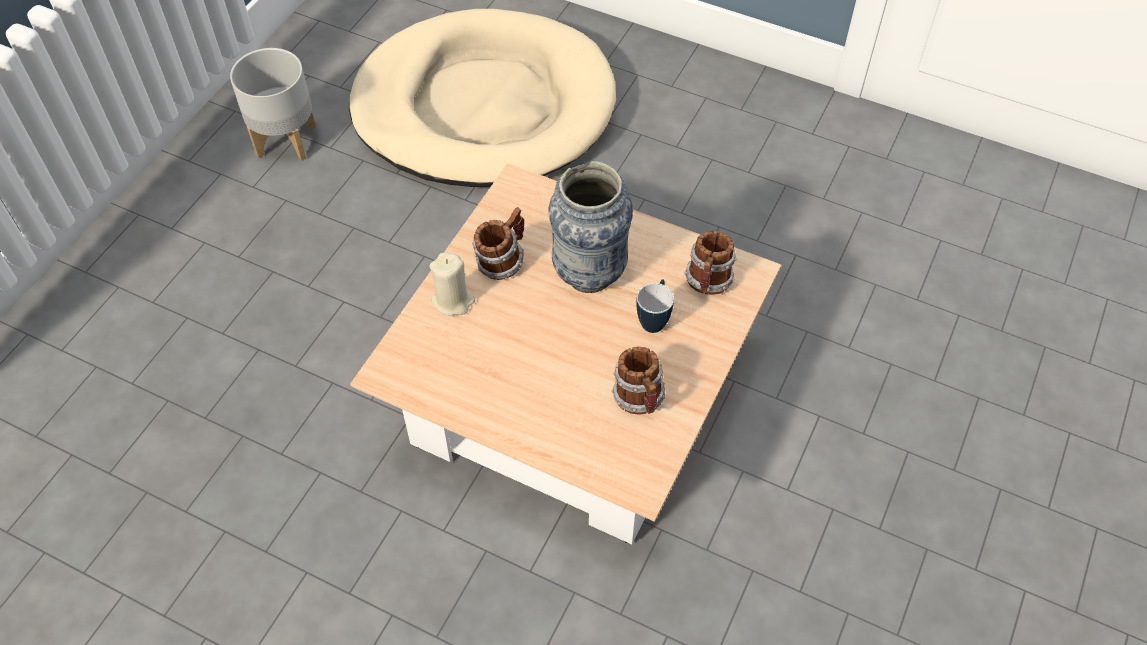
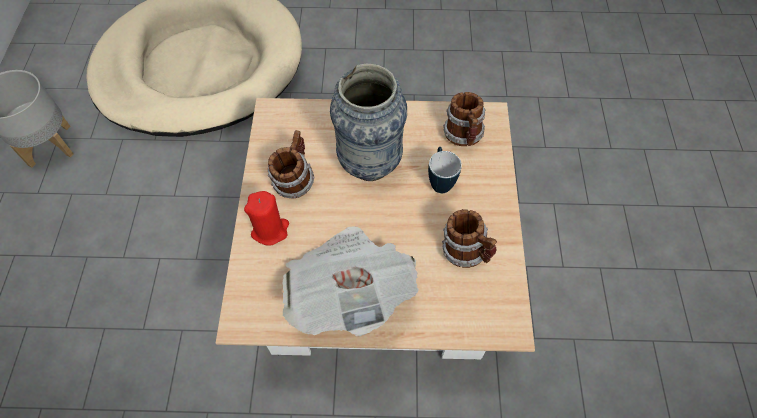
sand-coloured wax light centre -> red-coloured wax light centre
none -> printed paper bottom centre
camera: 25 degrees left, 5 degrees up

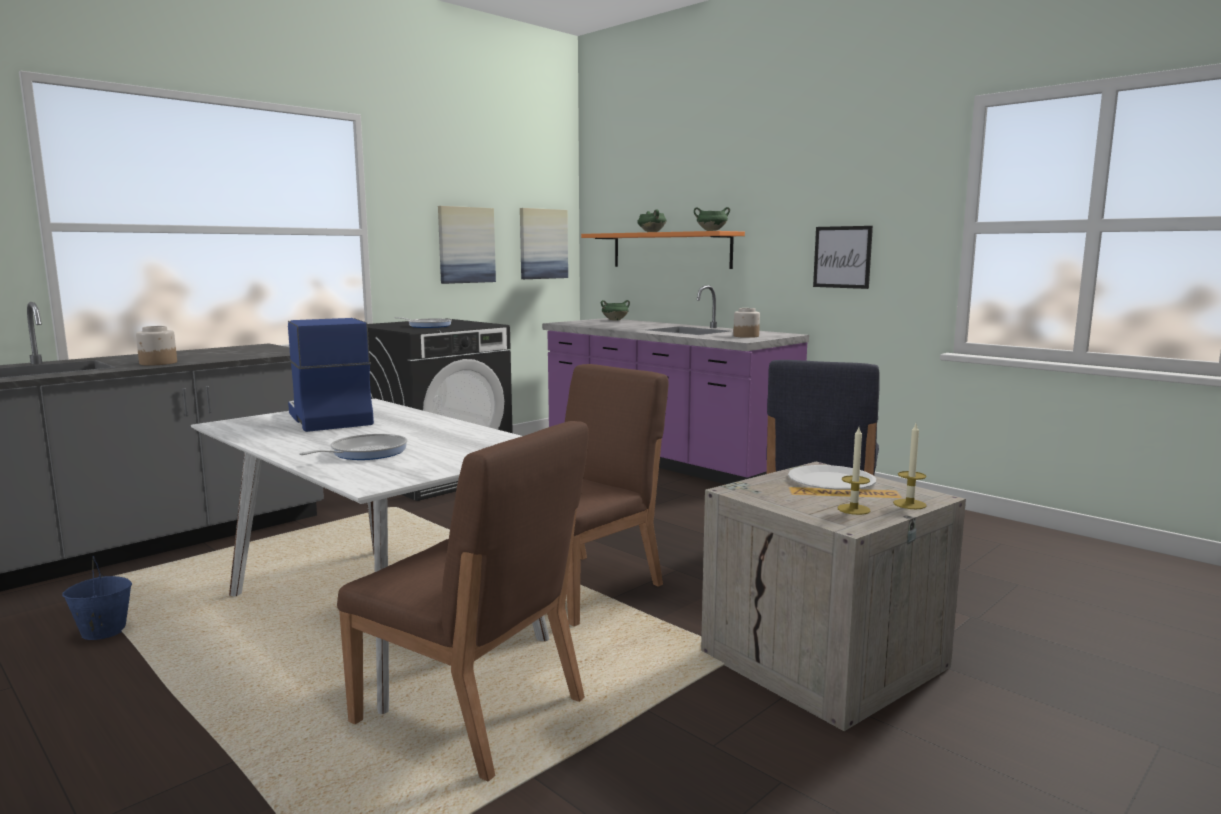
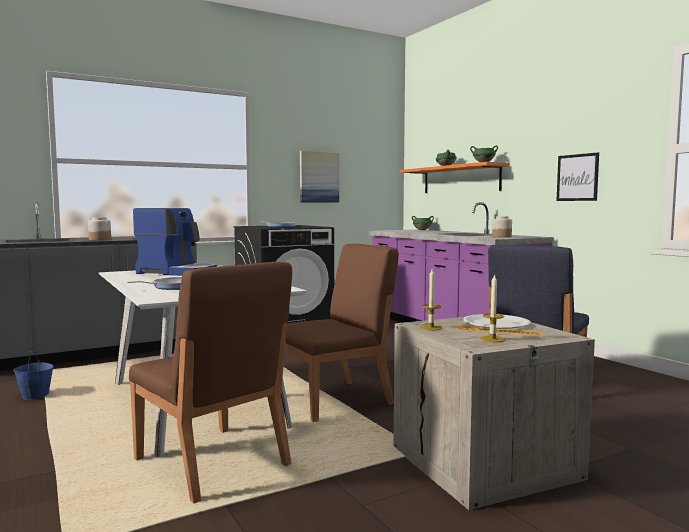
wall picture (no. 2 from left) top centre -> none
coffee maker middle left, 120 degrees clockwise
wax light (no. 2 from left in the first image) middle right -> wax light (no. 1 from left) centre, relocated
camera: 15 degrees right, 5 degrees down

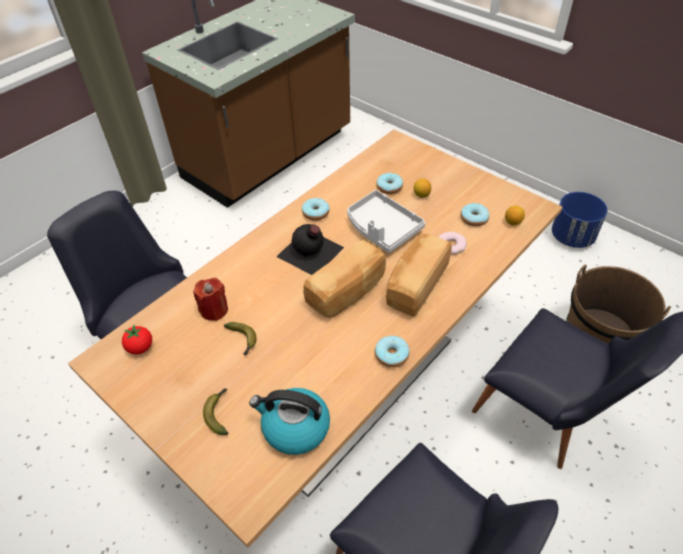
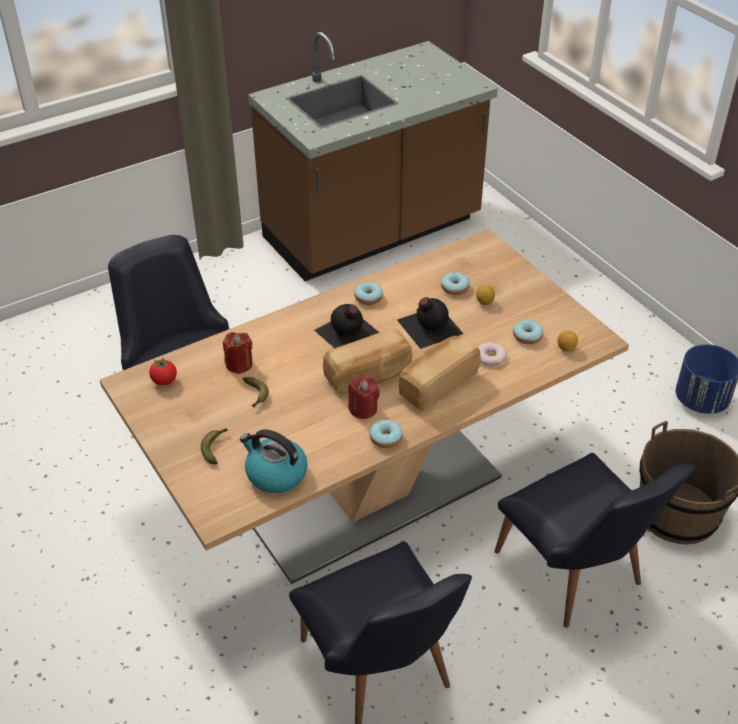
grey serving tray centre -> blackish bottle (no. 2 from left) centre
none -> red-coloured wax light (no. 2 from left) centre
camera: 15 degrees right, 5 degrees down

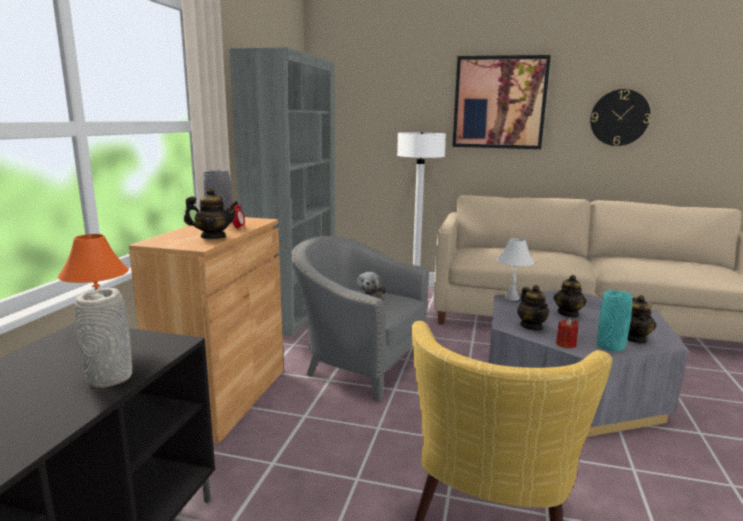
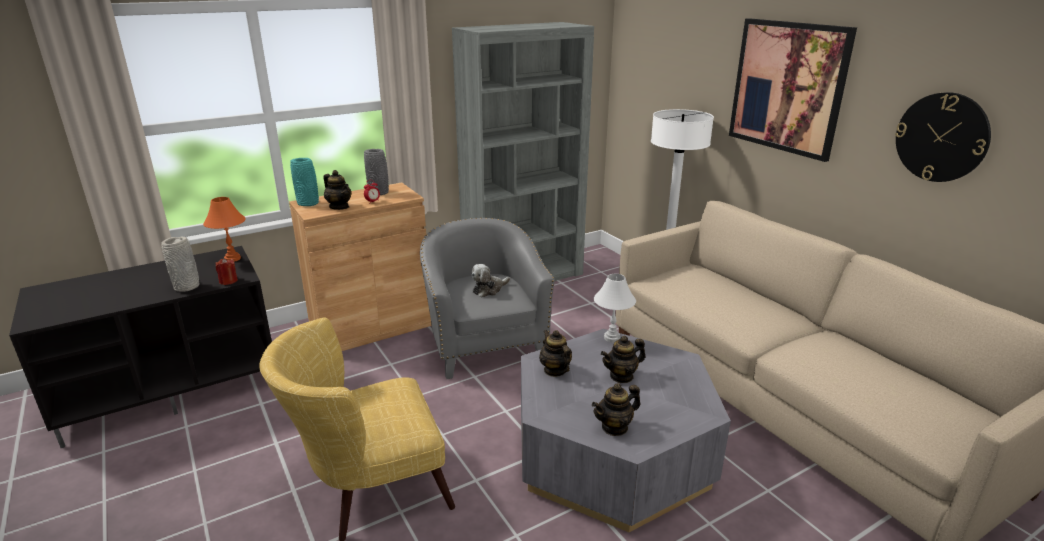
tea pot (no. 2 from left) middle right -> tea pot (no. 2 from left) centre, 120 degrees clockwise
blue-green decorative vase middle right -> blue-green decorative vase middle left, relocated
red-coloured wax light middle right -> red-coloured wax light middle left, relocated
camera: 45 degrees right, 10 degrees up

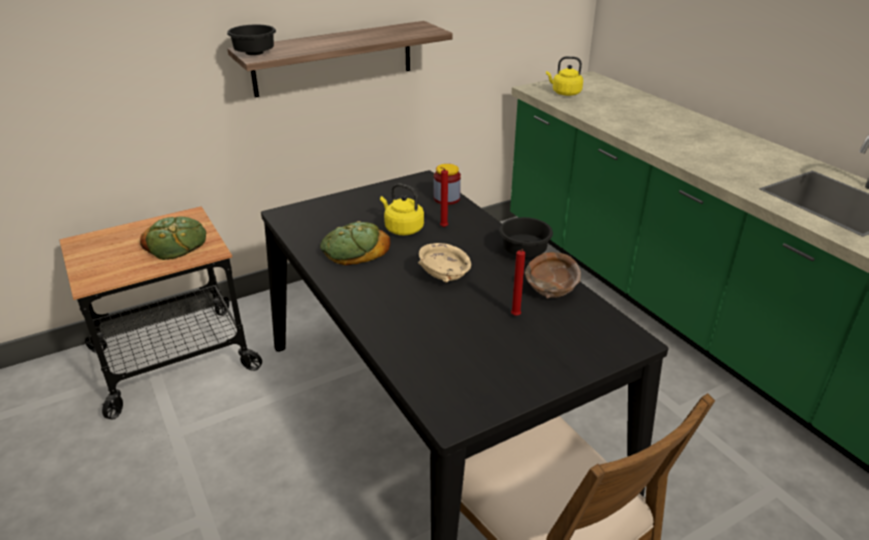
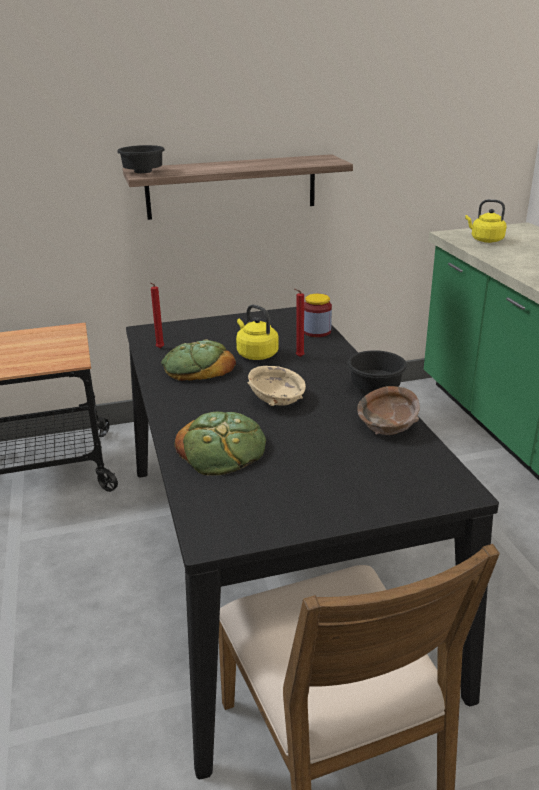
baked bread (no. 1 from left in the first image) middle left -> baked bread (no. 2 from left) centre, relocated
red-coloured wax light (no. 2 from left in the first image) centre -> red-coloured wax light (no. 1 from left) middle left, relocated
camera: 15 degrees right, 5 degrees down

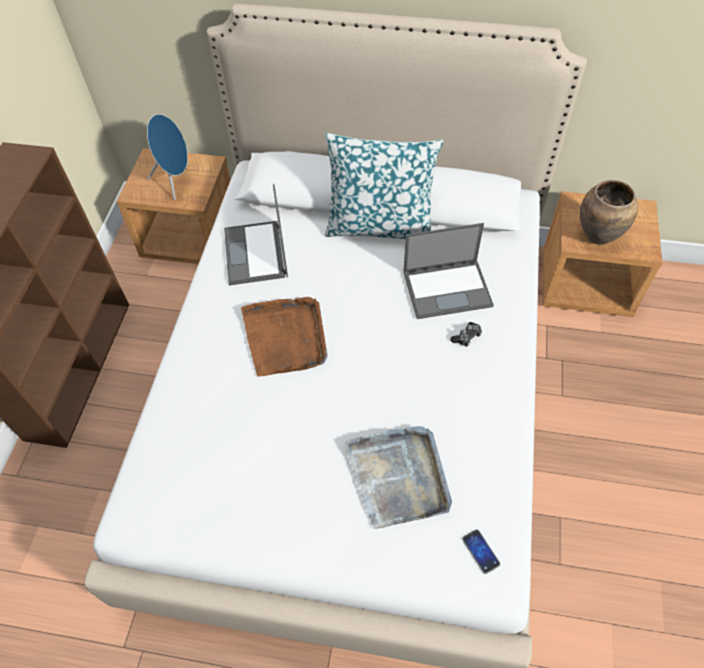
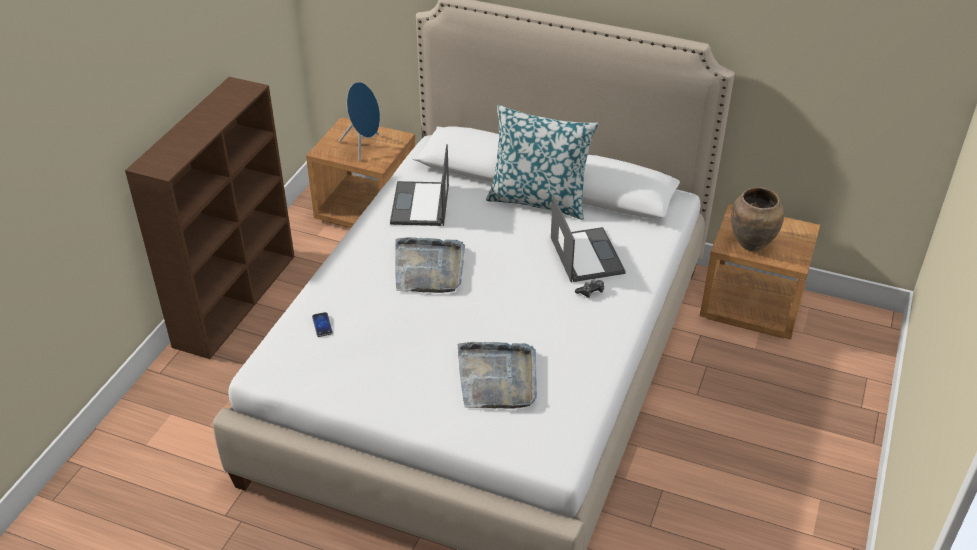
laptop (no. 2 from left) centre, 105 degrees counterclockwise
brown serving tray centre -> grey serving tray (no. 1 from left) centre
telephone bottom right -> telephone middle left, relocated
camera: 10 degrees right, 15 degrees down

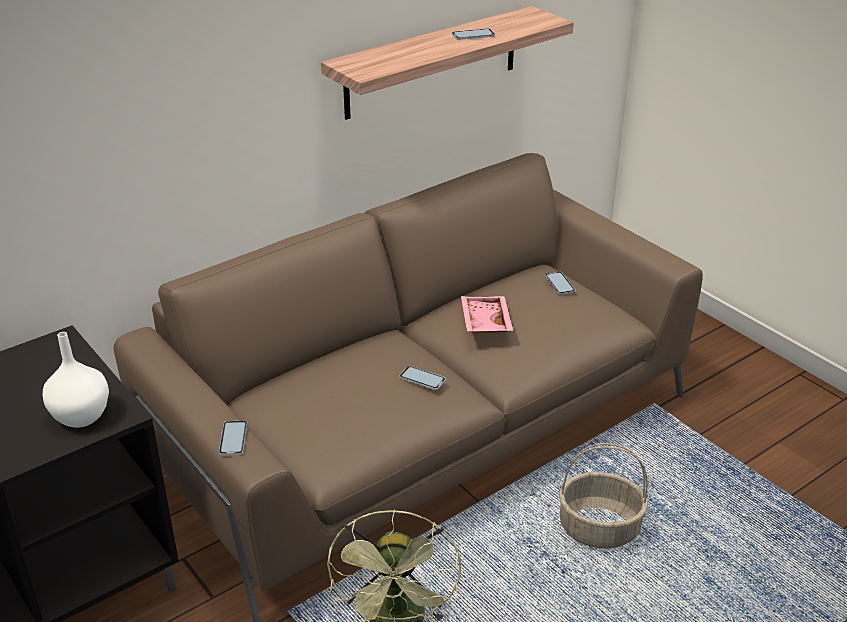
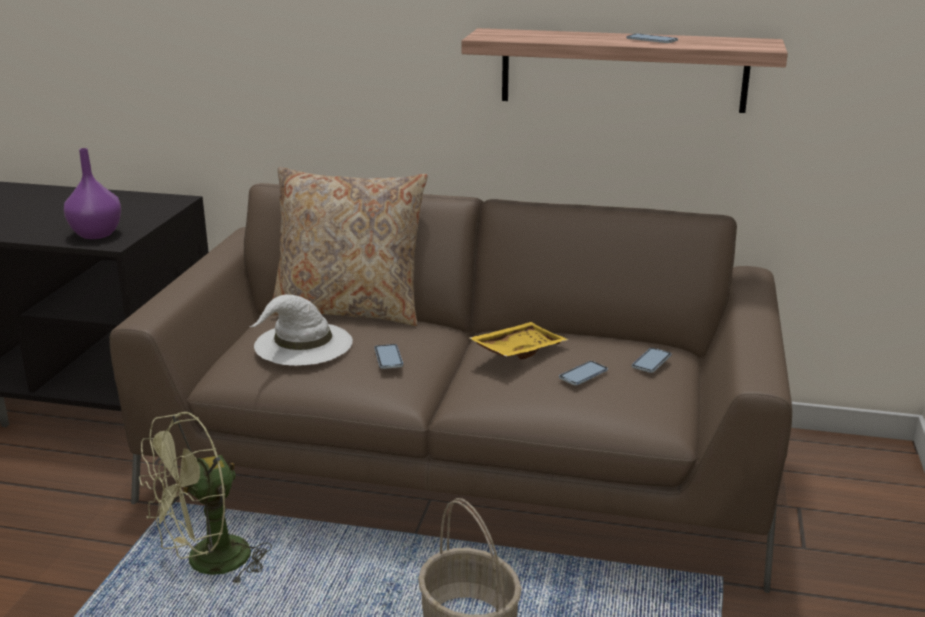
pink serving tray centre -> yellow serving tray centre
white-coloured decorative vase middle left -> purple decorative vase top left
telephone (no. 1 from left in the first image) bottom left -> telephone (no. 2 from left) centre, relocated
none -> sand-coloured throw pillow centre
none -> white-coloured hat middle left
camera: 50 degrees right, 10 degrees down

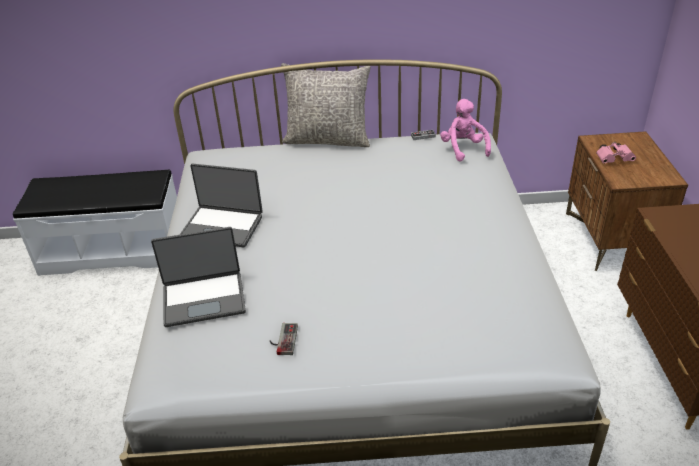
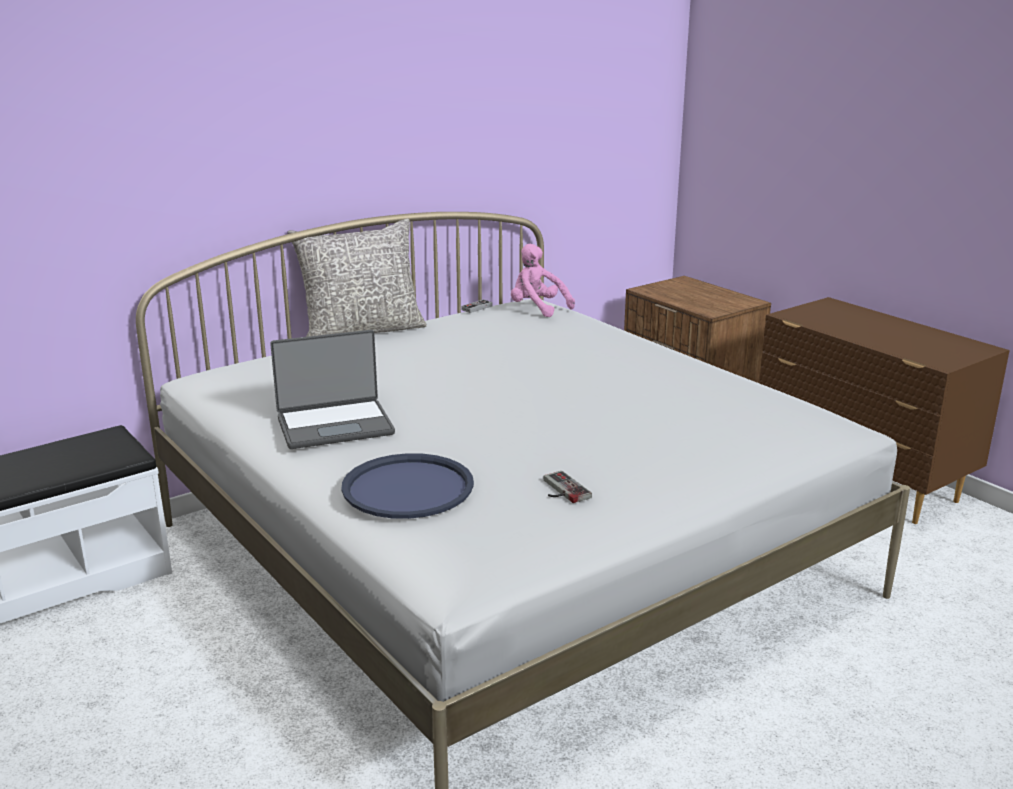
pink binoculars top right -> none
laptop (no. 1 from left) middle left -> bluish serving tray centre
camera: 35 degrees left, 15 degrees down

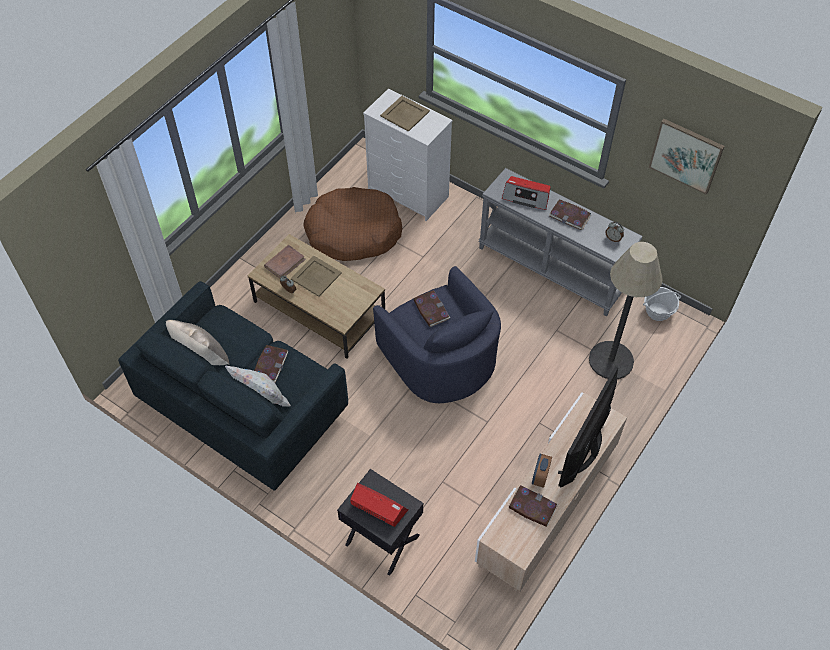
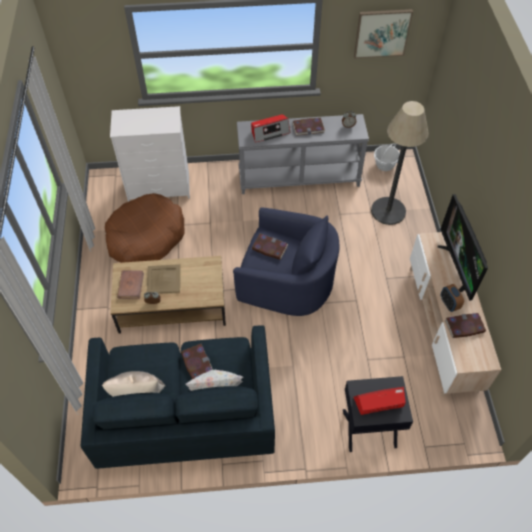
sand-coloured serving tray (no. 2 from left) top centre -> none
camera: 40 degrees left, 0 degrees up

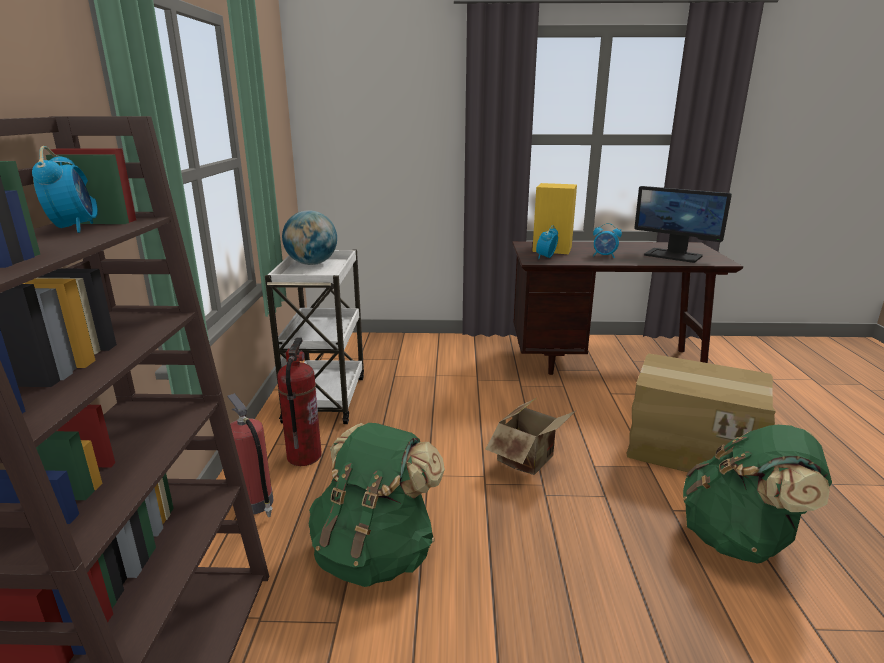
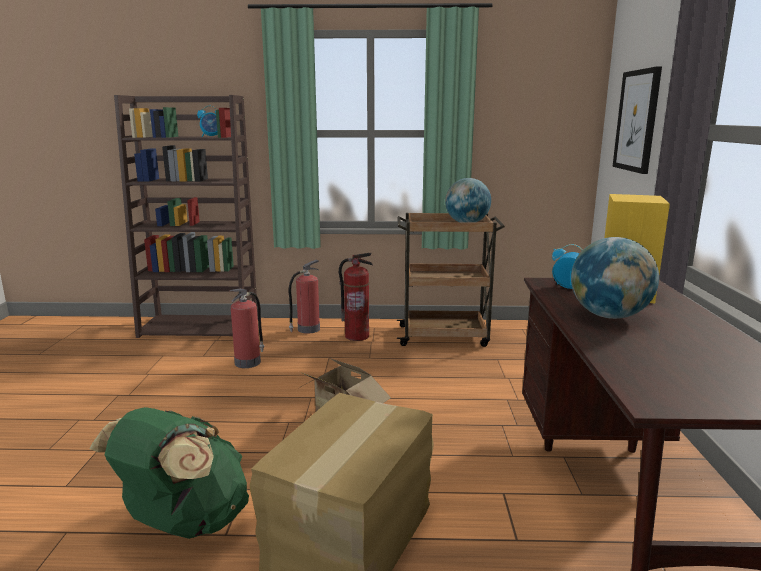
computer display middle right -> none
bedside clock (no. 3 from left) middle right -> world globe (no. 2 from left) middle right
white-coloured cart centre -> brown cart centre
green-coloured backpack (no. 1 from left) bottom centre -> fire-fighting cylinder (no. 1 from left) middle left
none -> wall picture top right
camera: 90 degrees right, 5 degrees down

